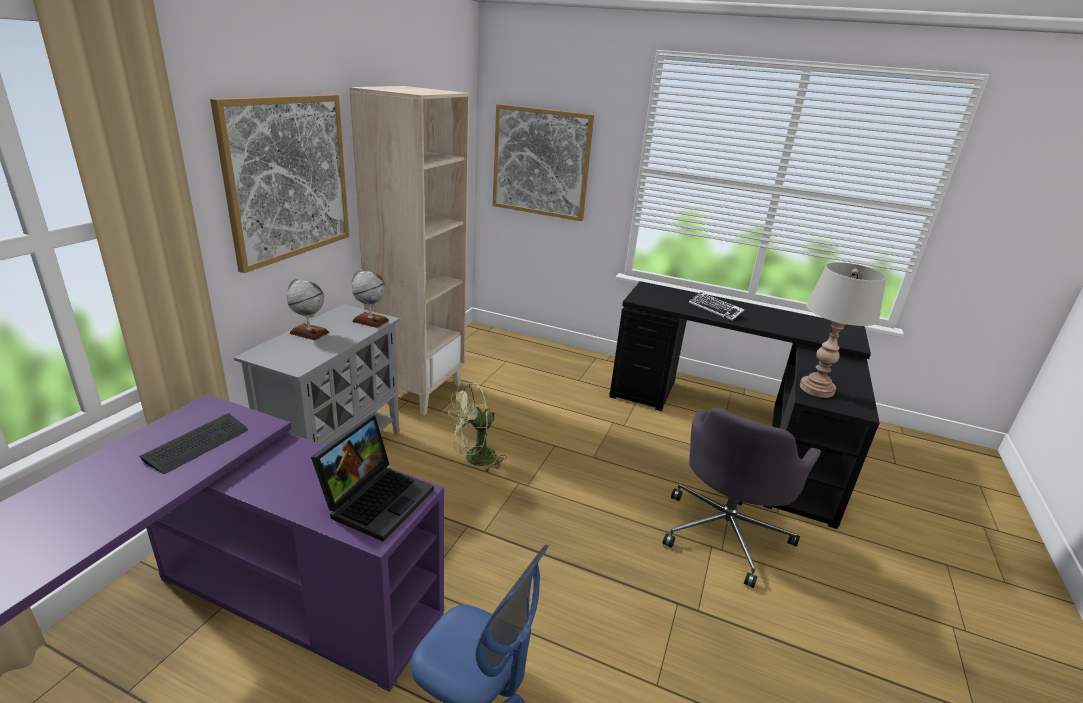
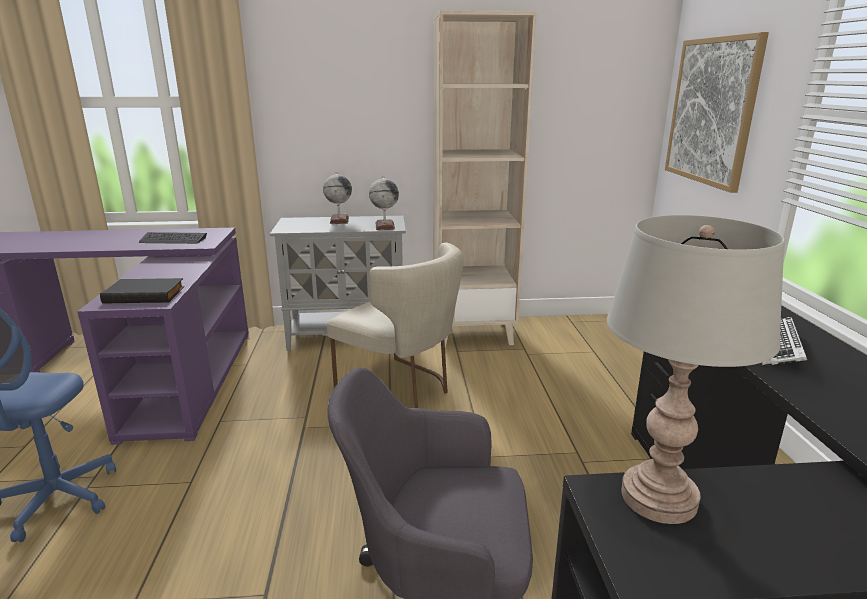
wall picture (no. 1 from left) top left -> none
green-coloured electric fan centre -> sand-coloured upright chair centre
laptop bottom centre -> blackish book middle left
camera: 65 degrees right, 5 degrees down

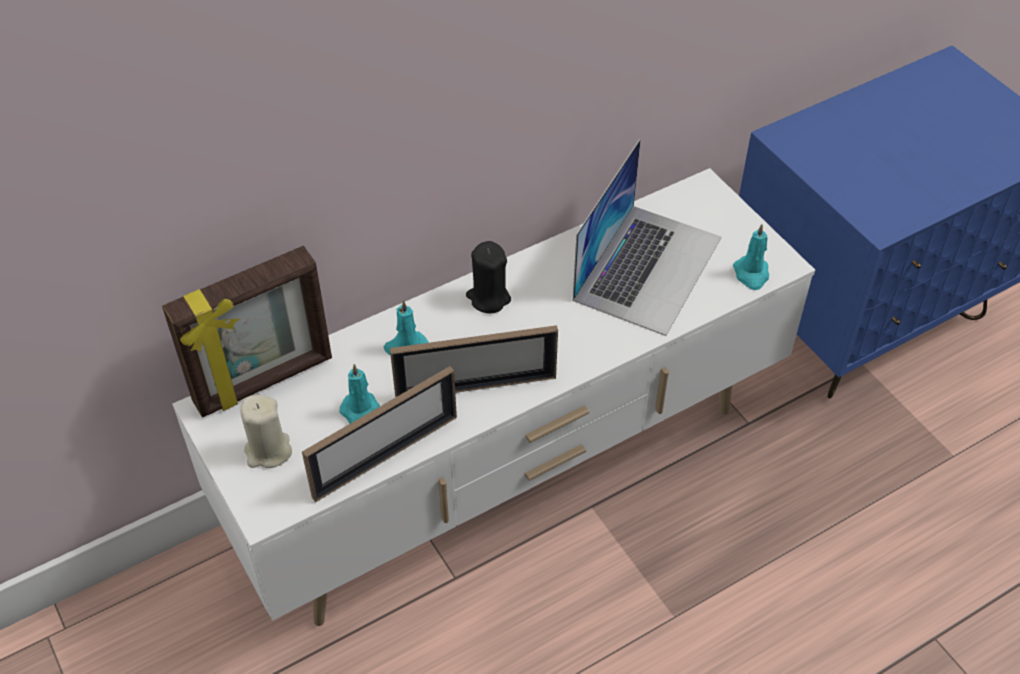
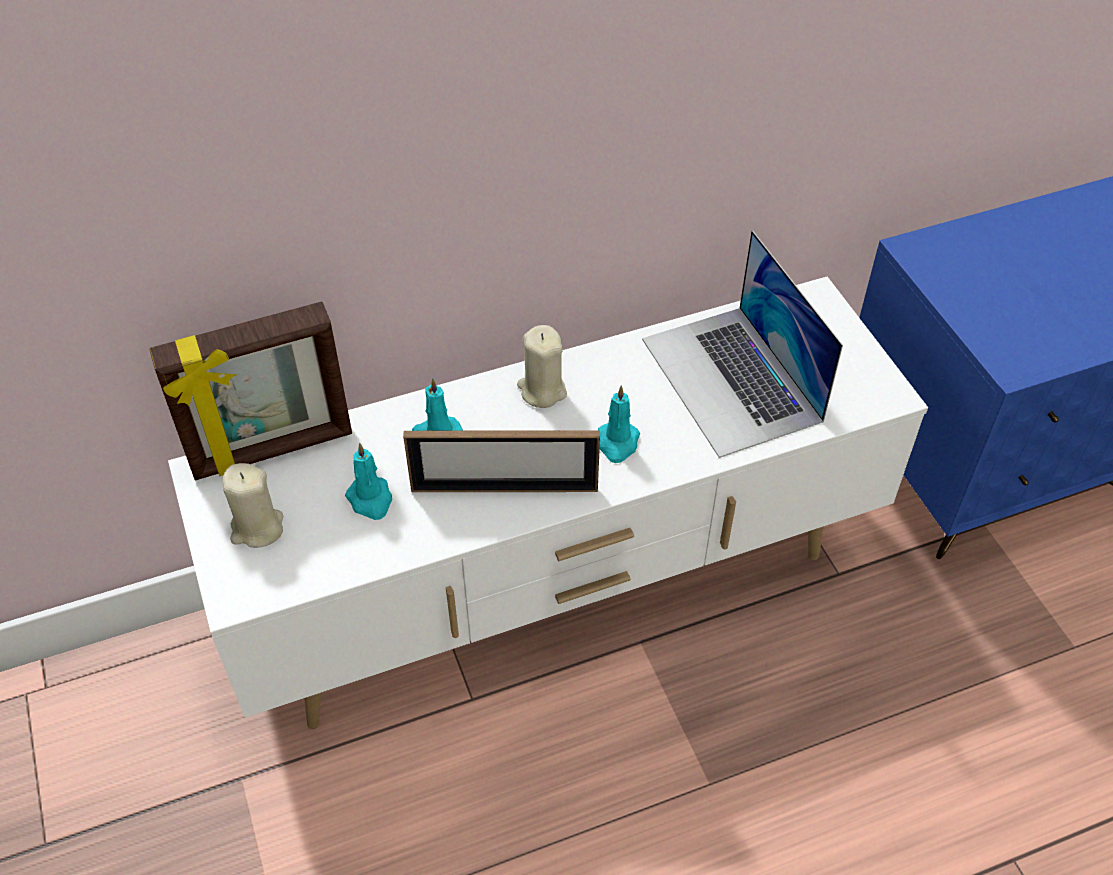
laptop centre -> laptop middle right, 120 degrees clockwise
blue-green wax light (no. 3 from left) middle right -> blue-green wax light (no. 3 from left) centre, relocated
blackish wax light centre -> sand-coloured wax light (no. 2 from left) centre
picture frame (no. 2 from left) centre -> none
camera: 10 degrees right, 0 degrees up

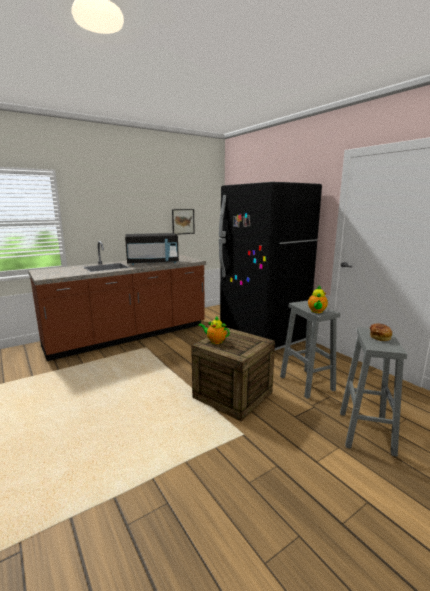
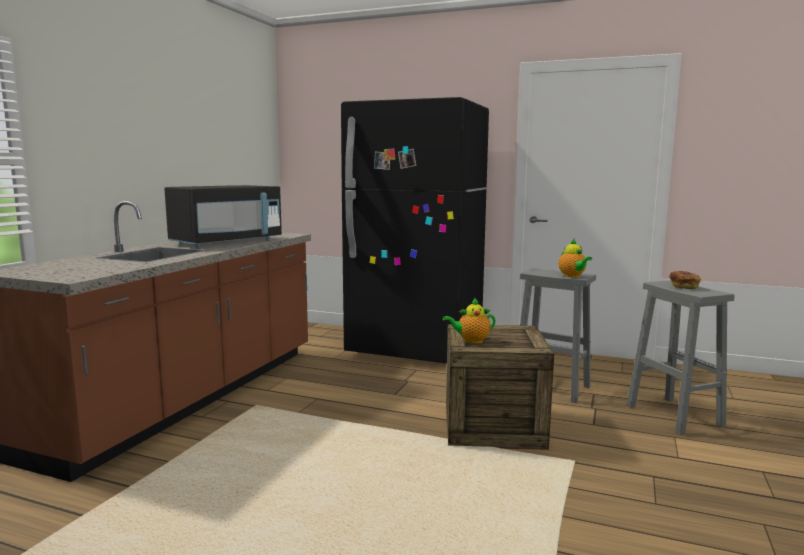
wall picture centre -> none
camera: 35 degrees left, 5 degrees down

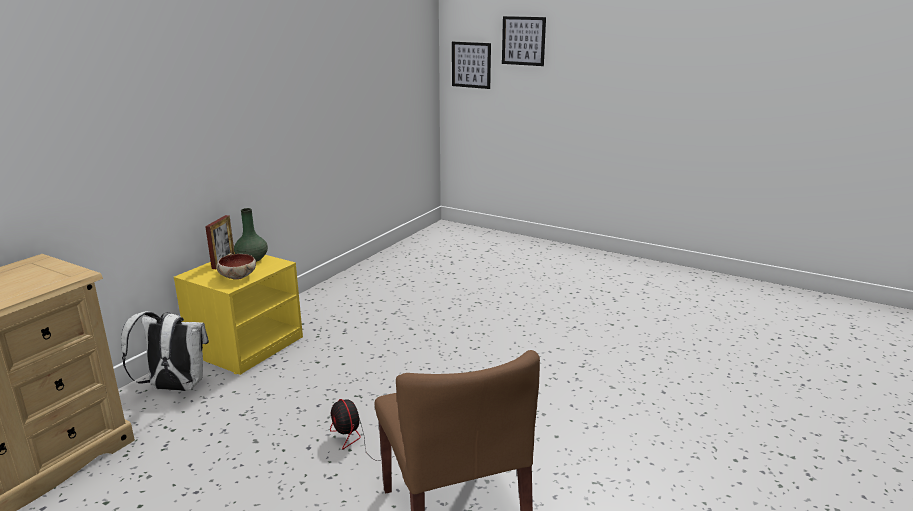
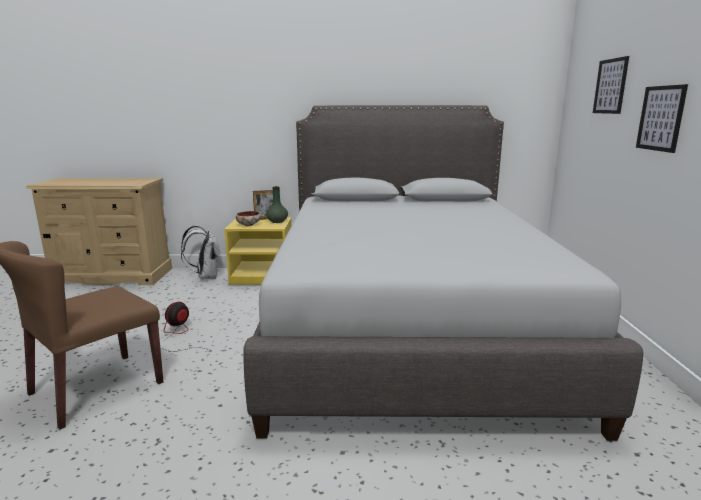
wall picture (no. 1 from left in the first image) top centre -> wall picture (no. 2 from left) top right, relocated
none -> grey bedroom bed centre
camera: 60 degrees right, 5 degrees down

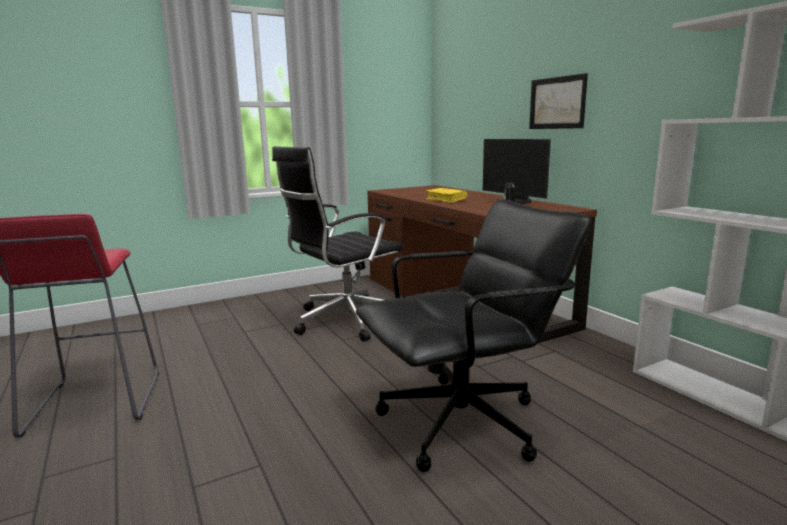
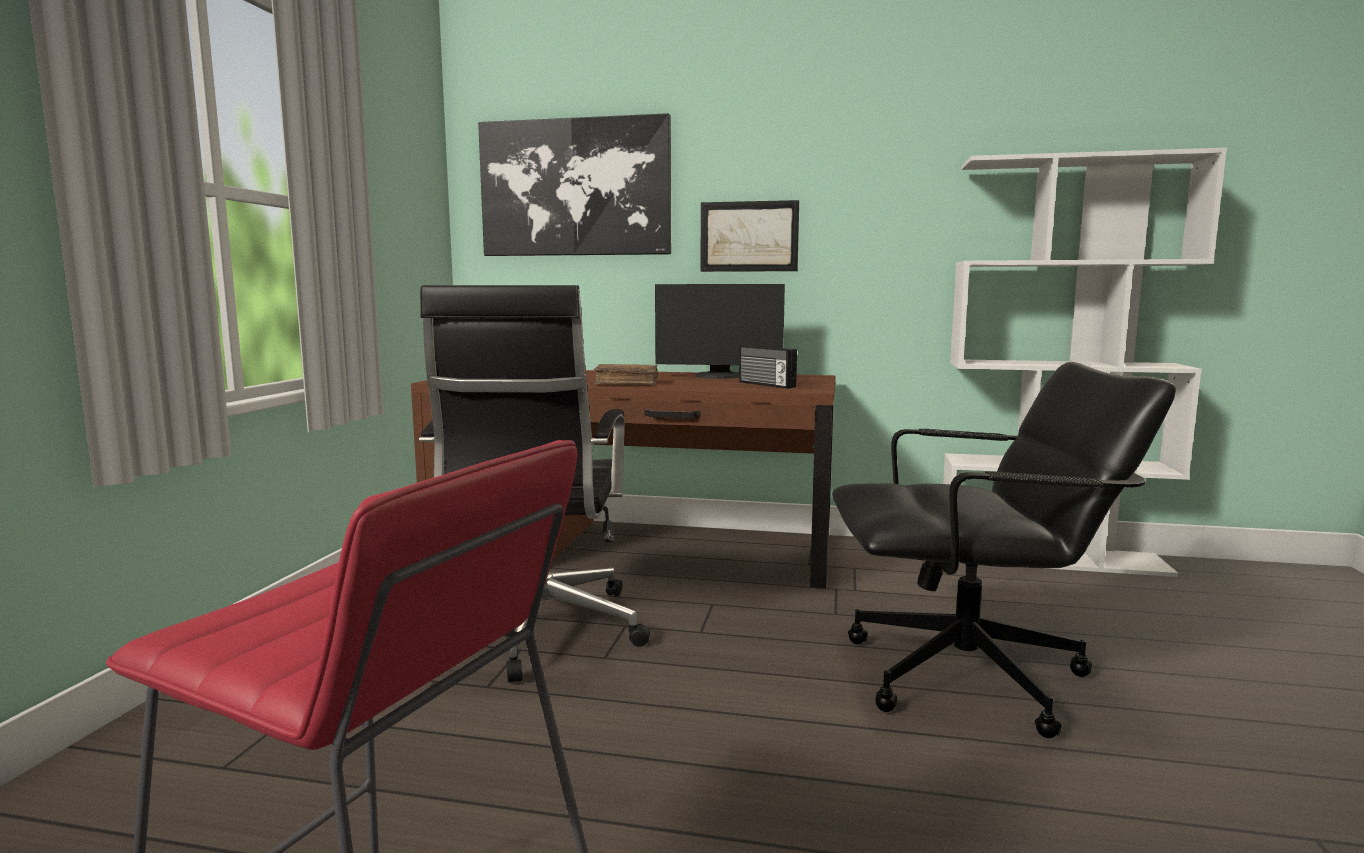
yellow book centre -> brown book centre
blackish computer chair (no. 2 from left) centre -> blackish computer chair (no. 2 from left) middle right, 75 degrees clockwise
none -> wall picture (no. 1 from left) top centre
camera: 50 degrees left, 5 degrees down

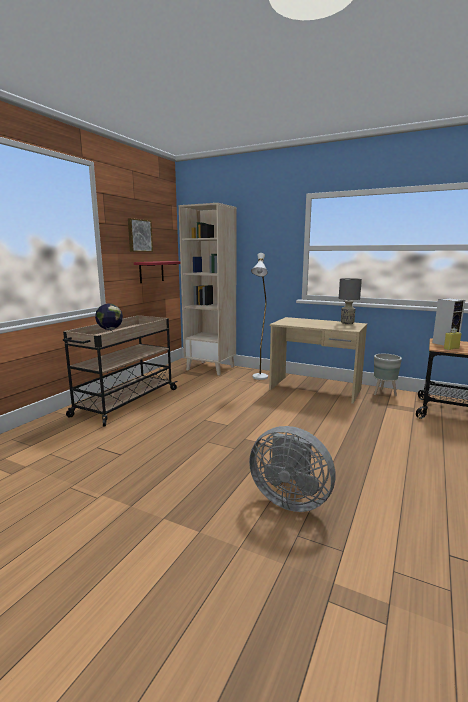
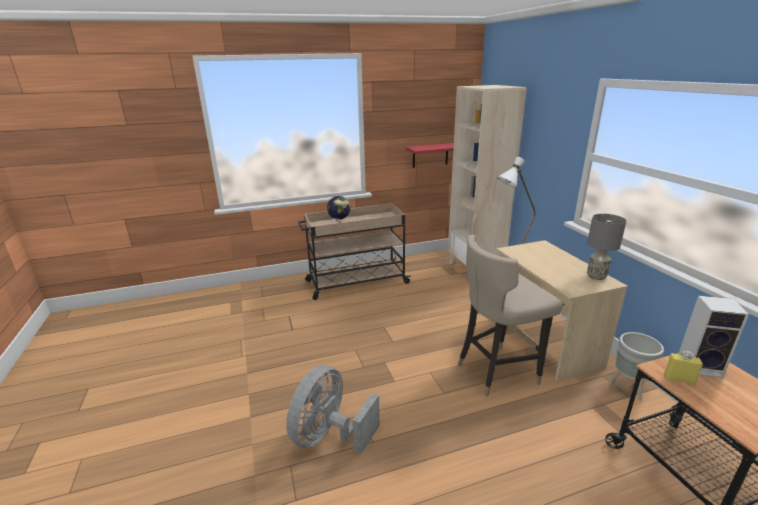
wall picture middle left -> none
grey electric fan bottom centre, 45 degrees clockwise
none -> sand-coloured stool seat middle right
camera: 45 degrees right, 10 degrees up

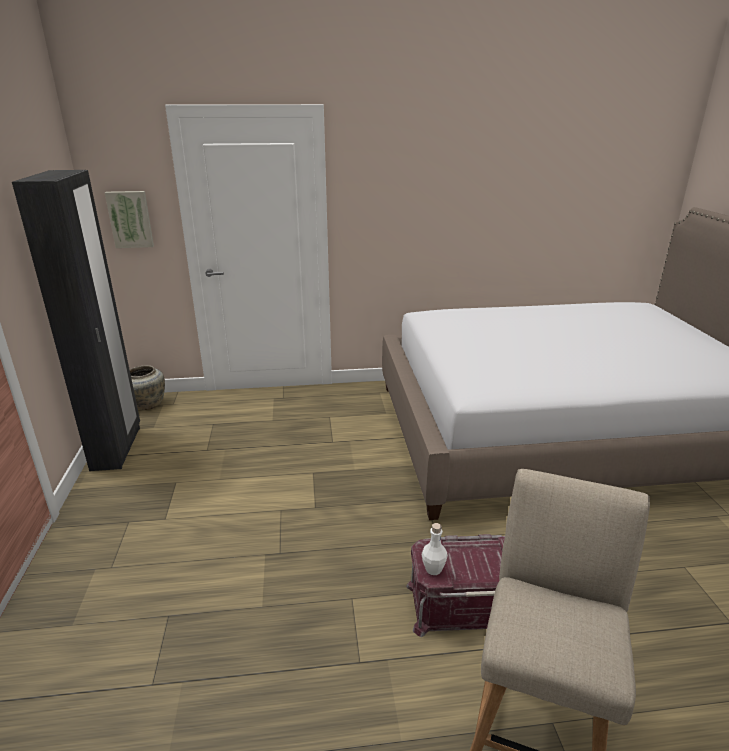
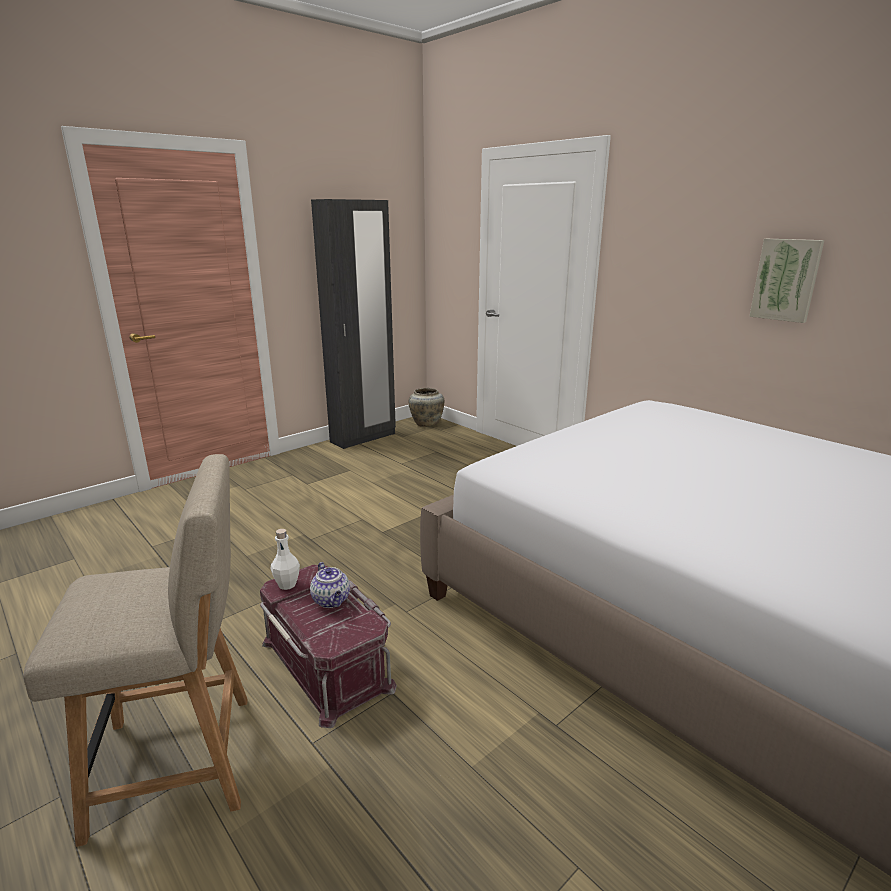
wall picture top left -> wall picture top right, relocated
none -> tea pot centre
camera: 55 degrees right, 5 degrees down

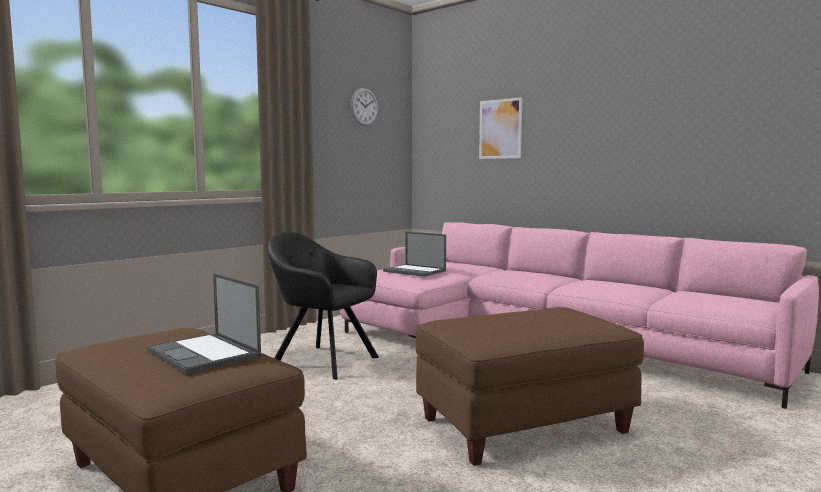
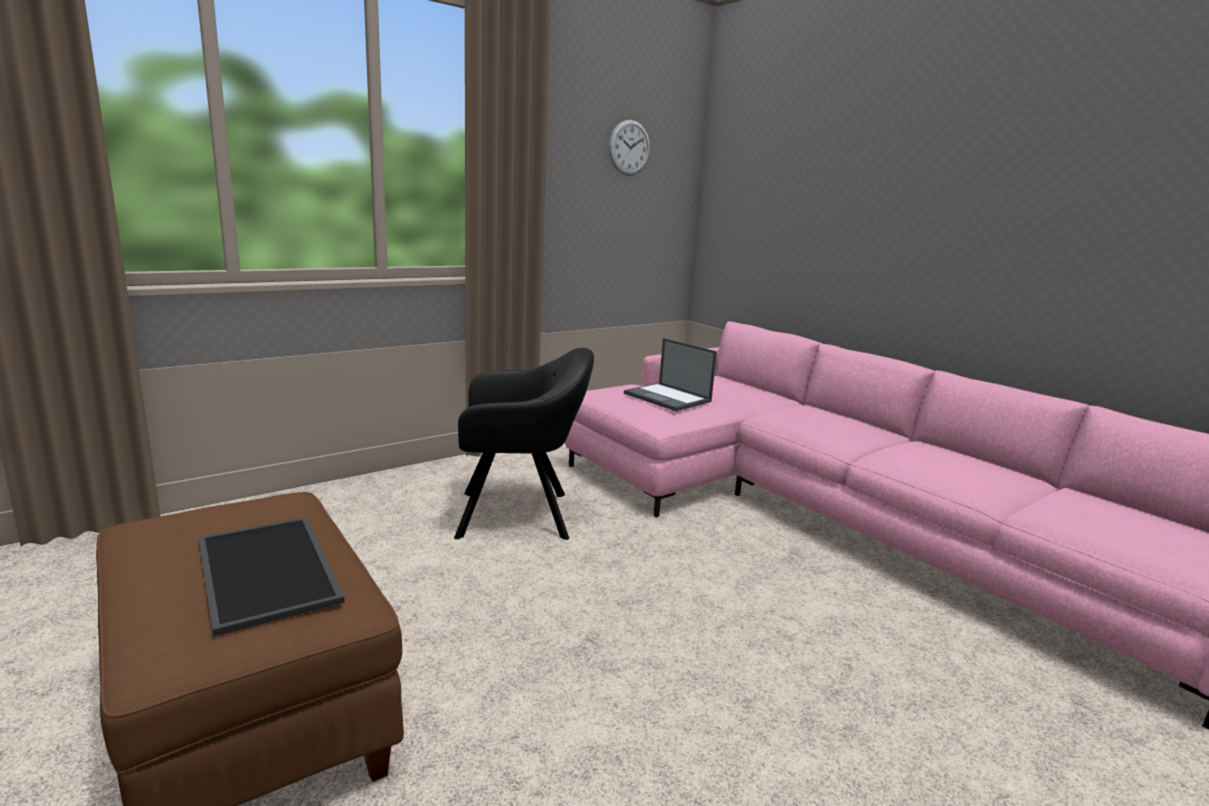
wall picture top centre -> none
blackish easy chair centre, 135 degrees clockwise
laptop (no. 1 from left) middle left -> serving tray bottom left
brown pouffe (no. 2 from left) bottom centre -> none
camera: 10 degrees right, 10 degrees up

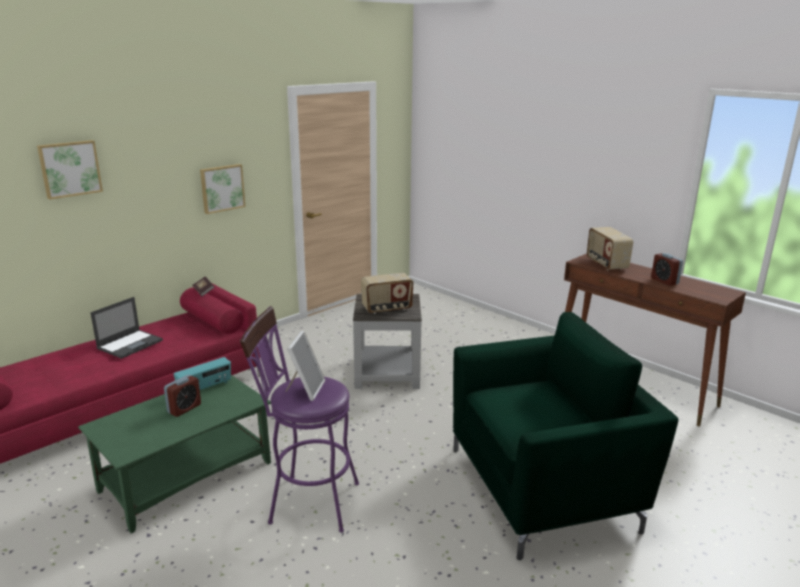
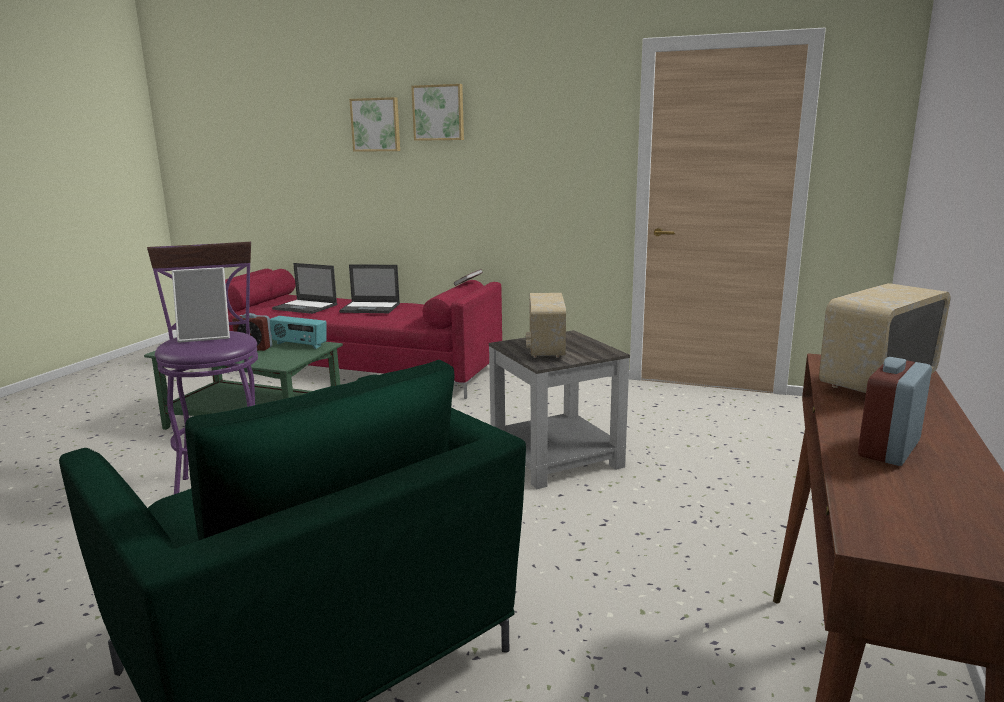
wall picture (no. 2 from left) top left -> wall picture (no. 2 from left) top centre, relocated
radio (no. 2 from left) centre, 45 degrees clockwise
none -> laptop (no. 1 from left) middle left
camera: 65 degrees right, 5 degrees down

